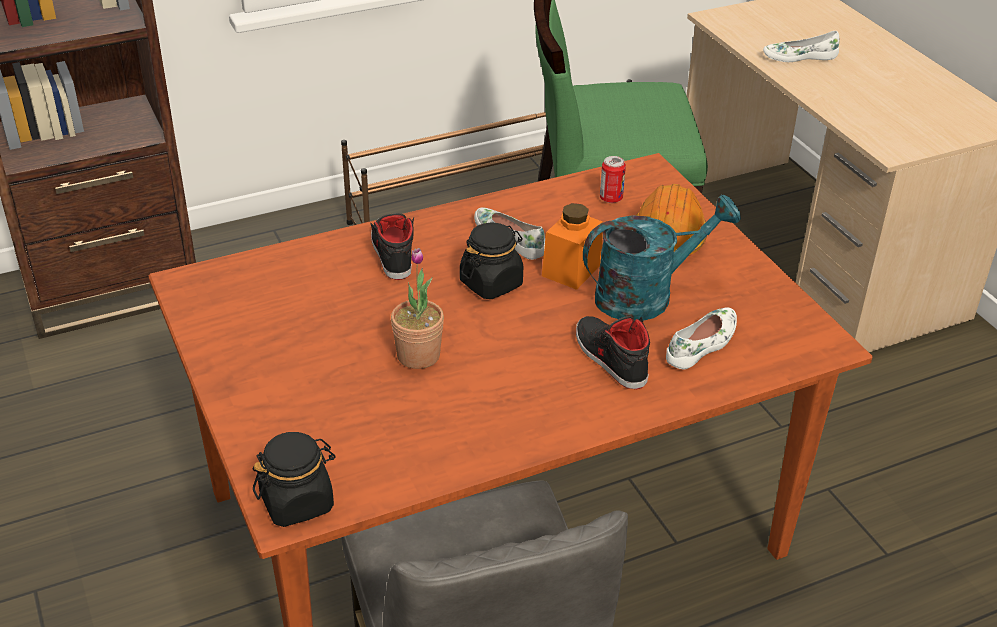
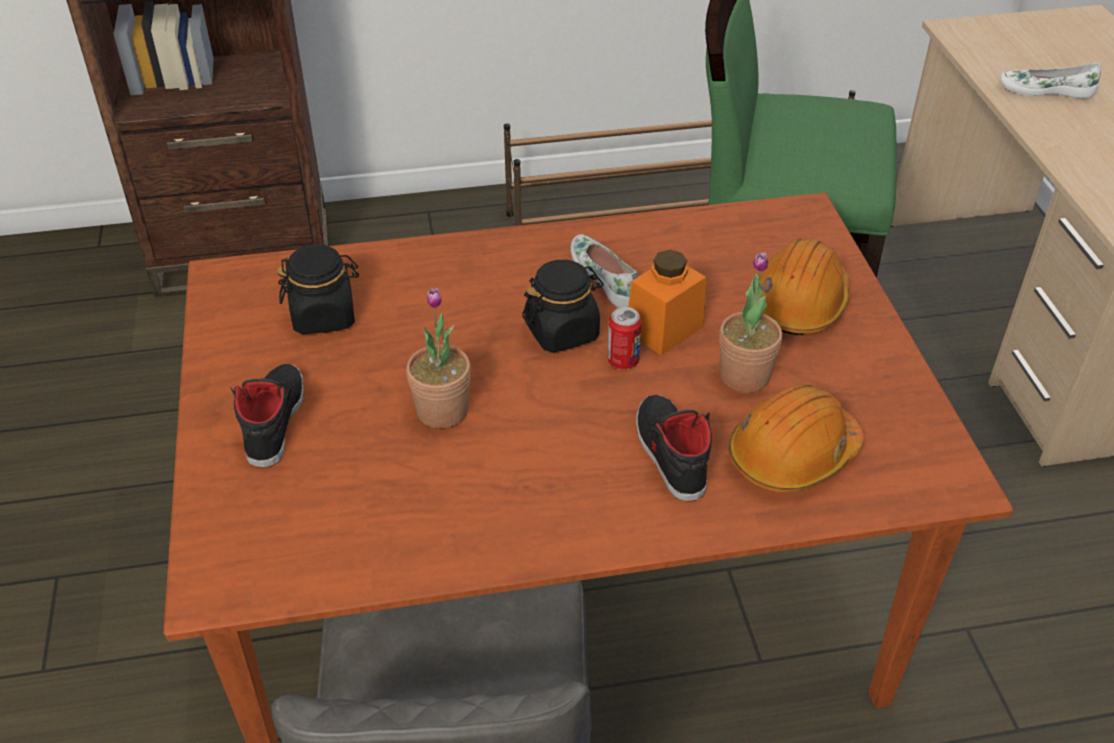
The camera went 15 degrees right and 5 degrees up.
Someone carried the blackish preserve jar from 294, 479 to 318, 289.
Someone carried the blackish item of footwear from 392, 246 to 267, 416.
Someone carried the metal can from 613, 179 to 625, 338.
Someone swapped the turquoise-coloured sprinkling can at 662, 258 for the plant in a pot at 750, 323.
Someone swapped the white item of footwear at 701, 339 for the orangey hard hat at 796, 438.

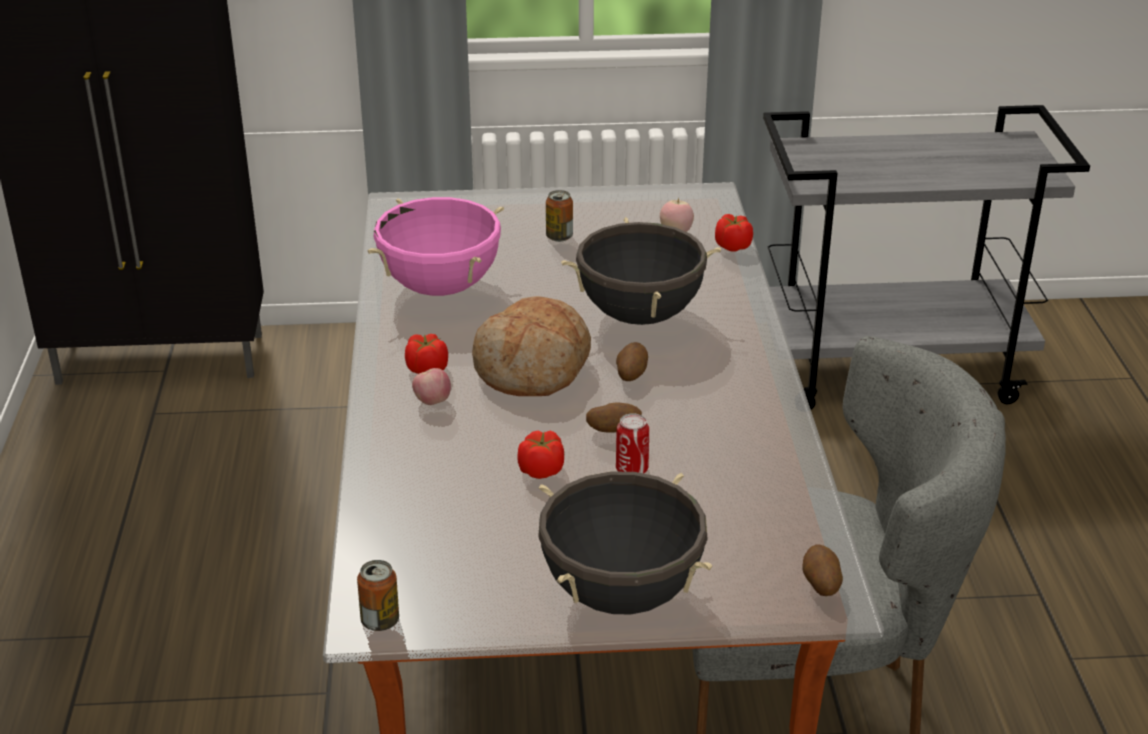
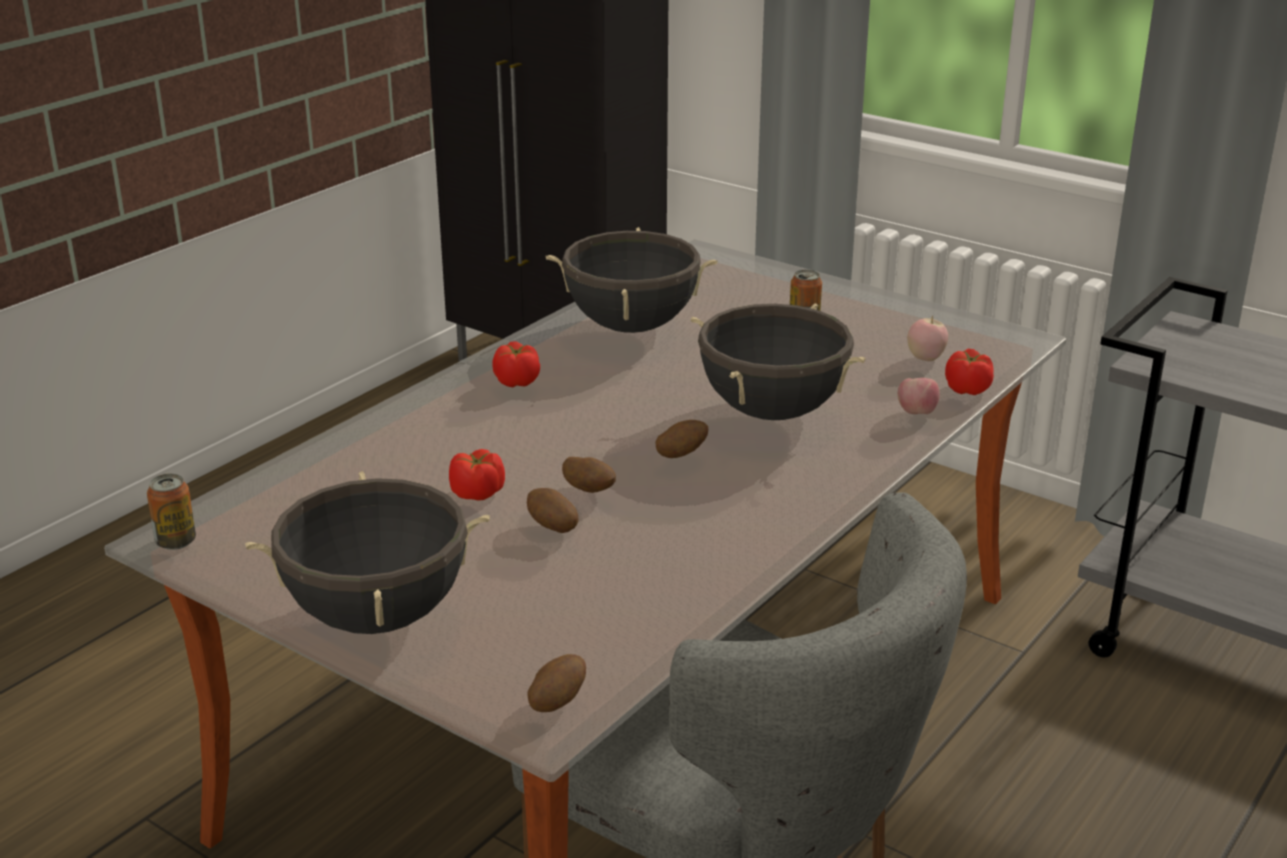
The camera went 40 degrees right and 5 degrees down.
Someone took away the bakery bread at 531, 346.
Someone carried the whole apple from 431, 386 to 919, 396.
Someone swapped the metal can at 632, 443 for the potato at 553, 510.
Someone repainted the pink-coloured saucepot at 436, 246, which became the blackish saucepot at 632, 280.

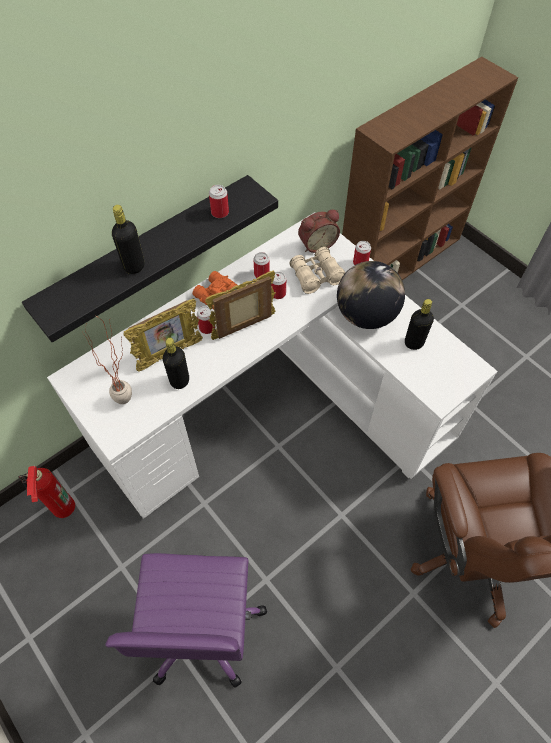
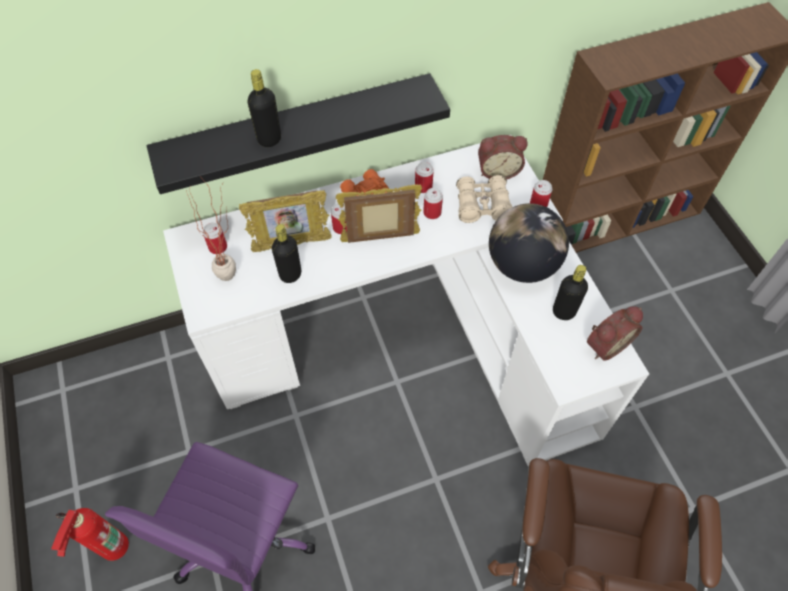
The camera went 20 degrees right and 0 degrees up.
Someone put down the table clock at 615, 333.
Someone carried the fire-fighting cylinder from 46, 492 to 90, 534.
Someone carried the metal can from 219, 201 to 215, 238.

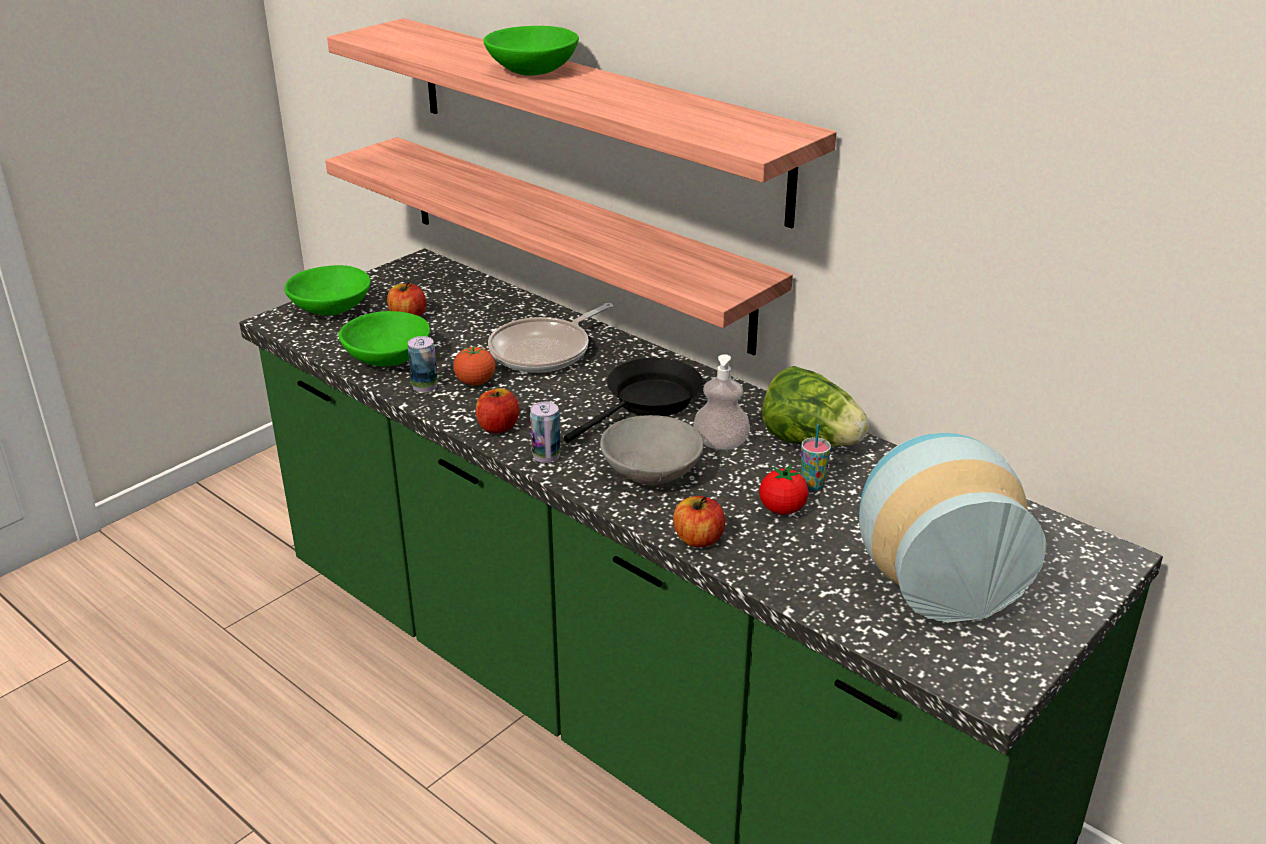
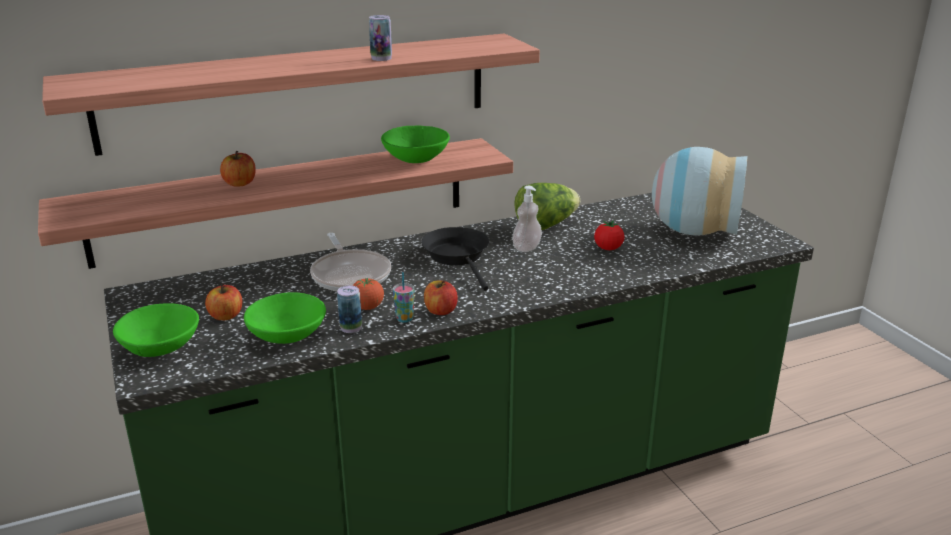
The camera went 65 degrees left and 5 degrees down.
Someone took away the gray deep dish at 651, 450.
Someone carried the greenish deep dish from 531, 51 to 415, 144.
Someone carried the metal can from 545, 432 to 380, 38.
Someone carried the whole apple from 699, 521 to 238, 169.
Someone carried the small cup from 816, 457 to 403, 297.

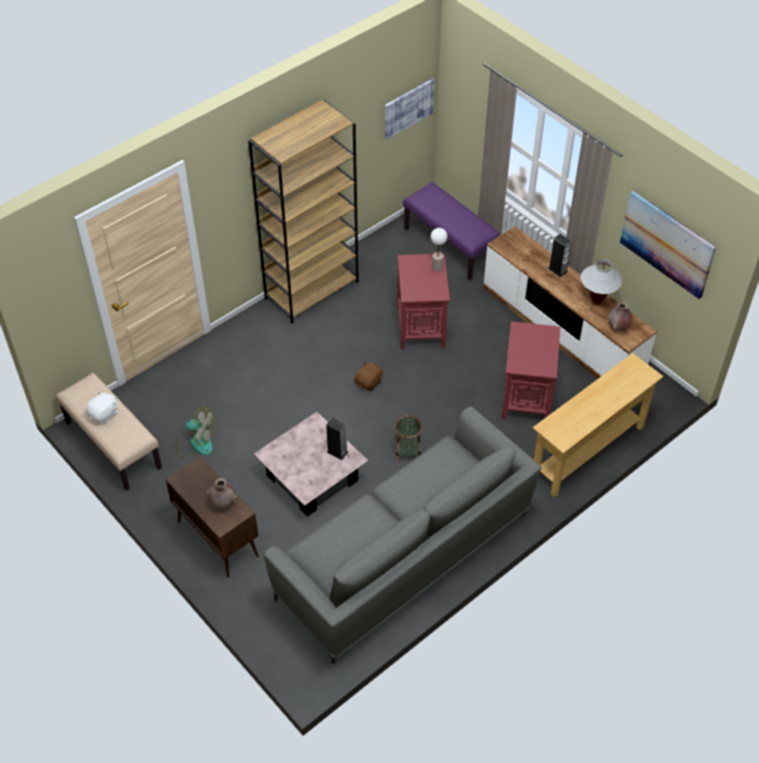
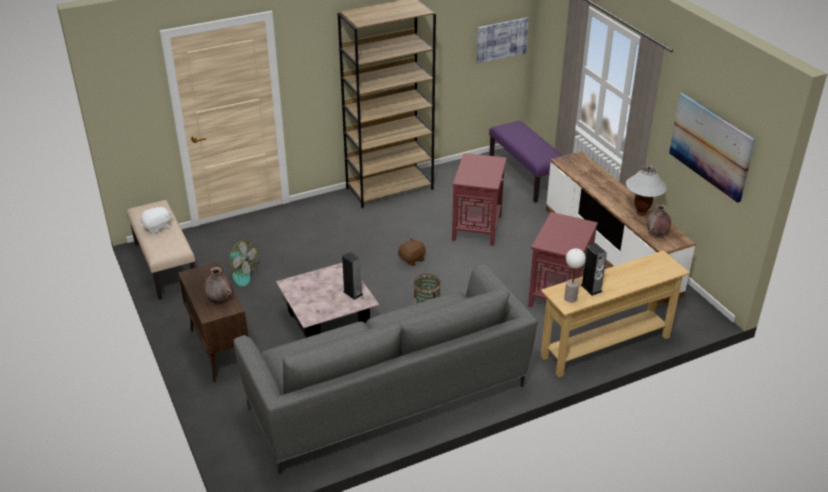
The camera went 15 degrees right and 15 degrees down.
Someone carried the lamp for a table from 439, 250 to 575, 275.
Someone carried the loudspeaker from 560, 255 to 594, 269.

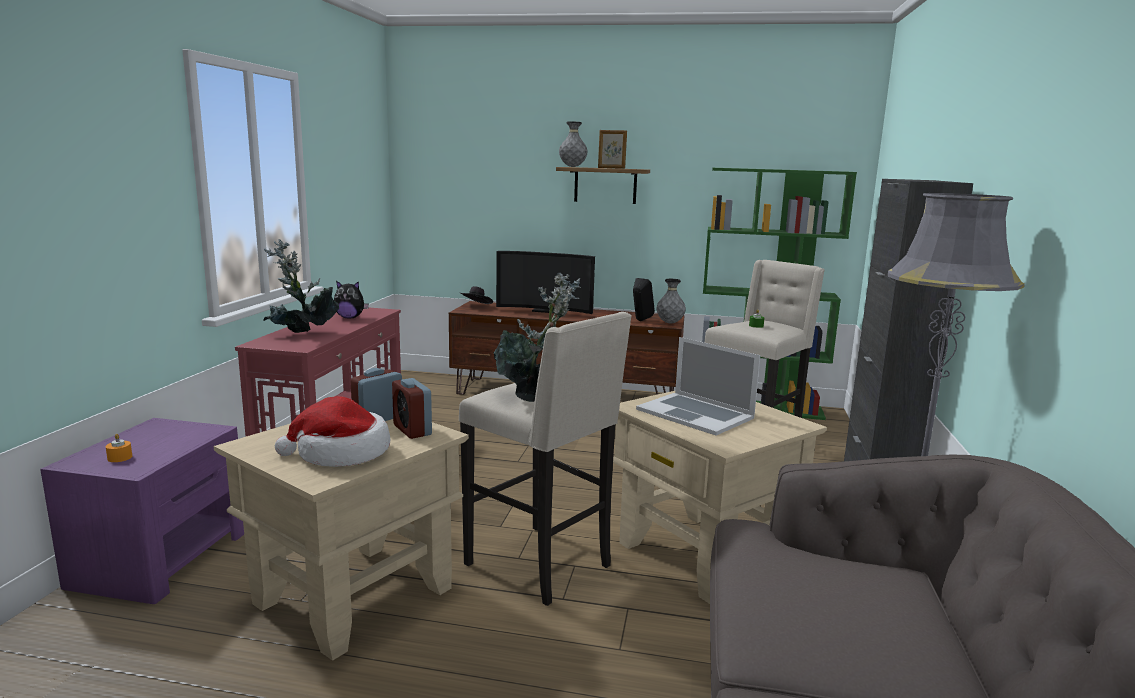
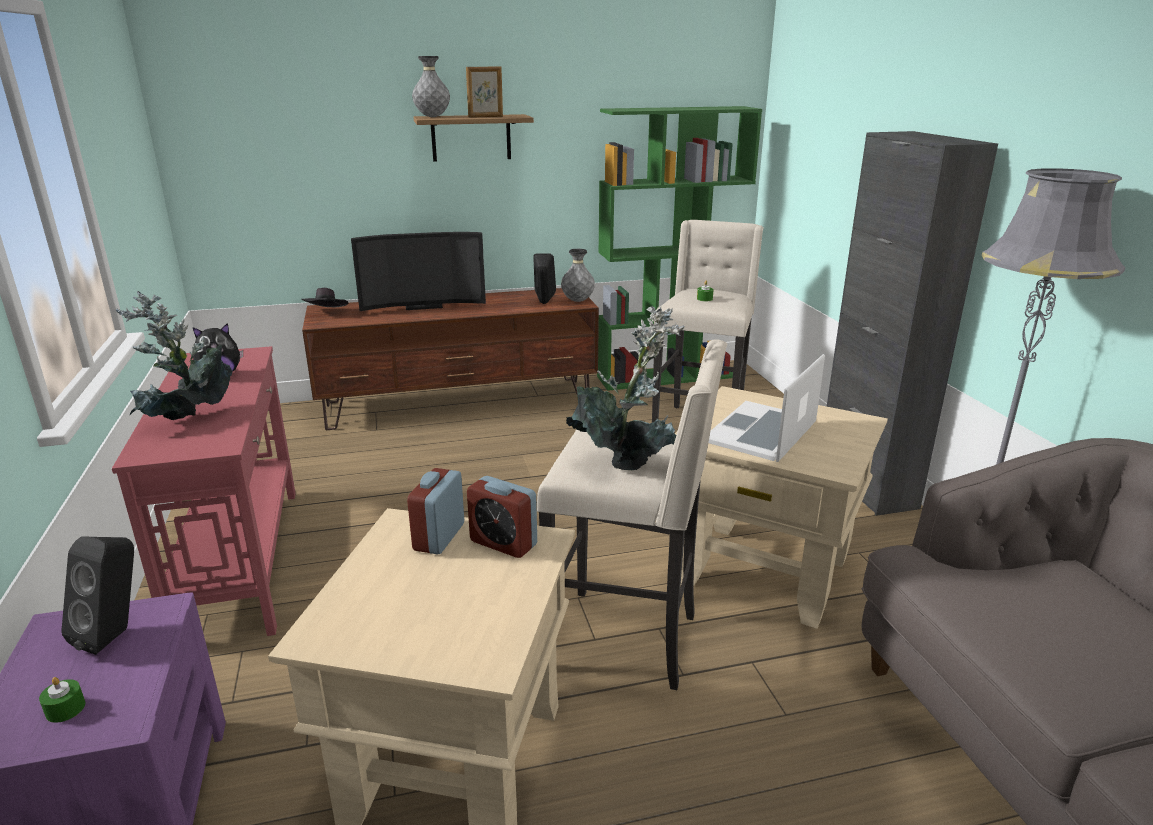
The camera went 25 degrees left and 10 degrees up.
Someone took away the hat at 332, 431.
Someone put down the blackish loudspeaker at 97, 595.
Someone repainted the orangey wax light at 119, 448, which became the greenish wax light at 62, 700.
Someone rotated the laptop at 698, 386 by 105 degrees clockwise.

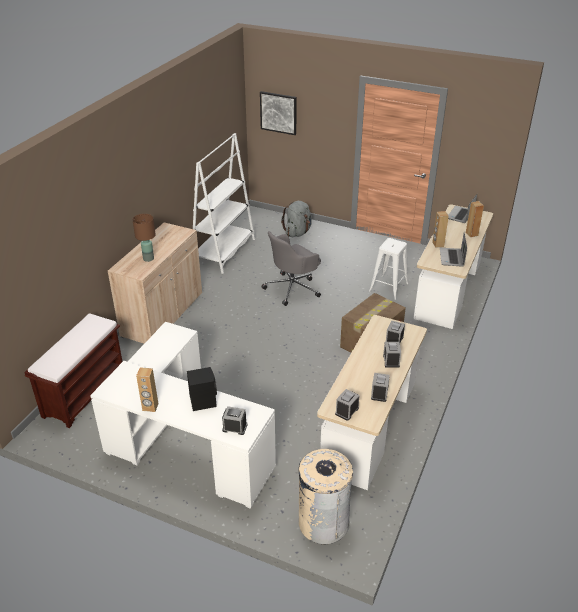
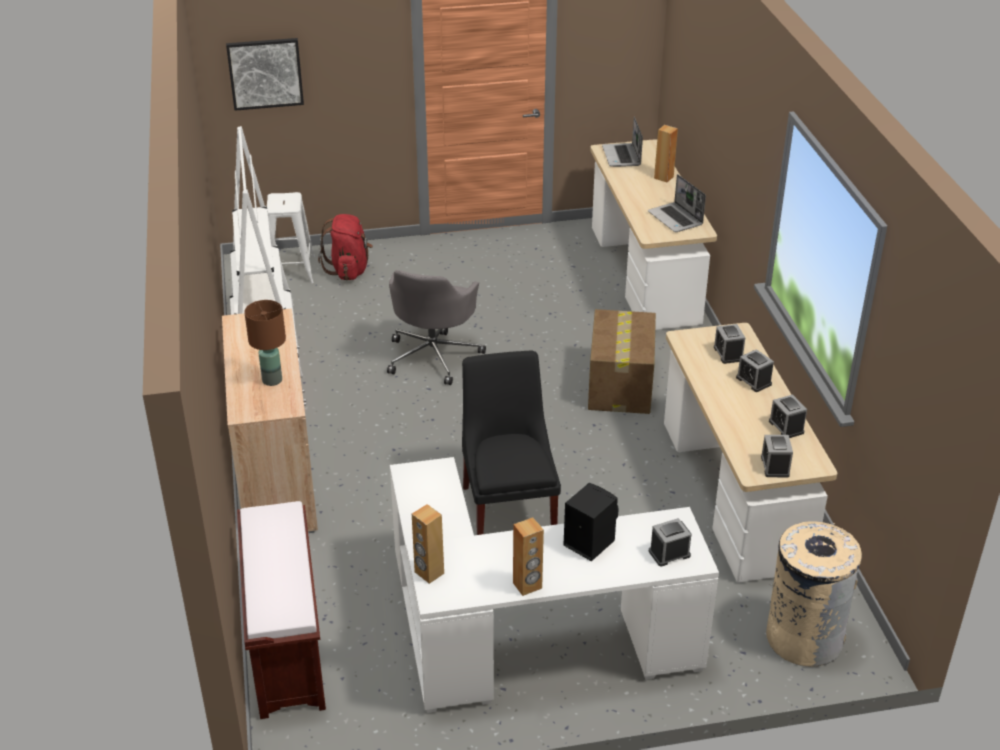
The camera went 35 degrees left and 0 degrees up.
Someone put down the blackish chair at 511, 442.
Someone carried the white stool from 388, 269 to 291, 237.
Someone carried the brown-coloured loudspeaker from 440, 229 to 428, 544.
Someone repainted the gray rucksack at 296, 219, which became the red-coloured rucksack at 345, 247.

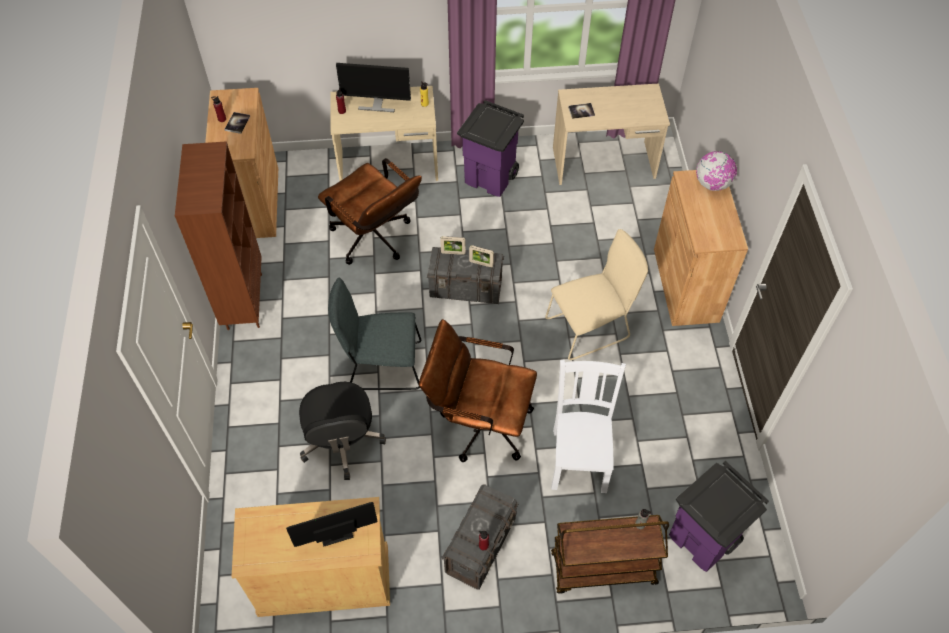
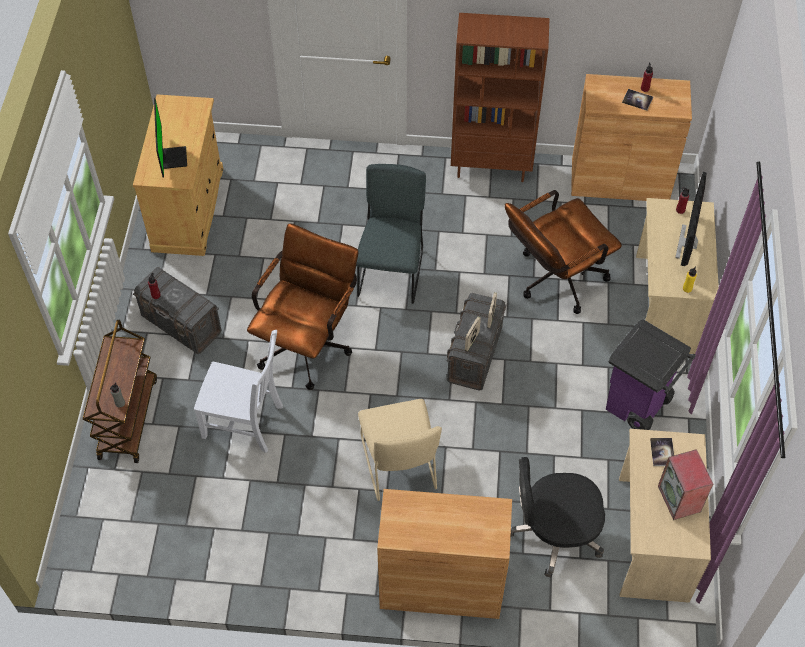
The camera went 100 degrees right and 0 degrees up.
Someone took away the purplish waste bin at 719, 516.
Someone took away the globe at 716, 171.
Someone put down the loudspeaker at 685, 484.
Someone carried the blackish desk chair from 342, 431 to 558, 517.

